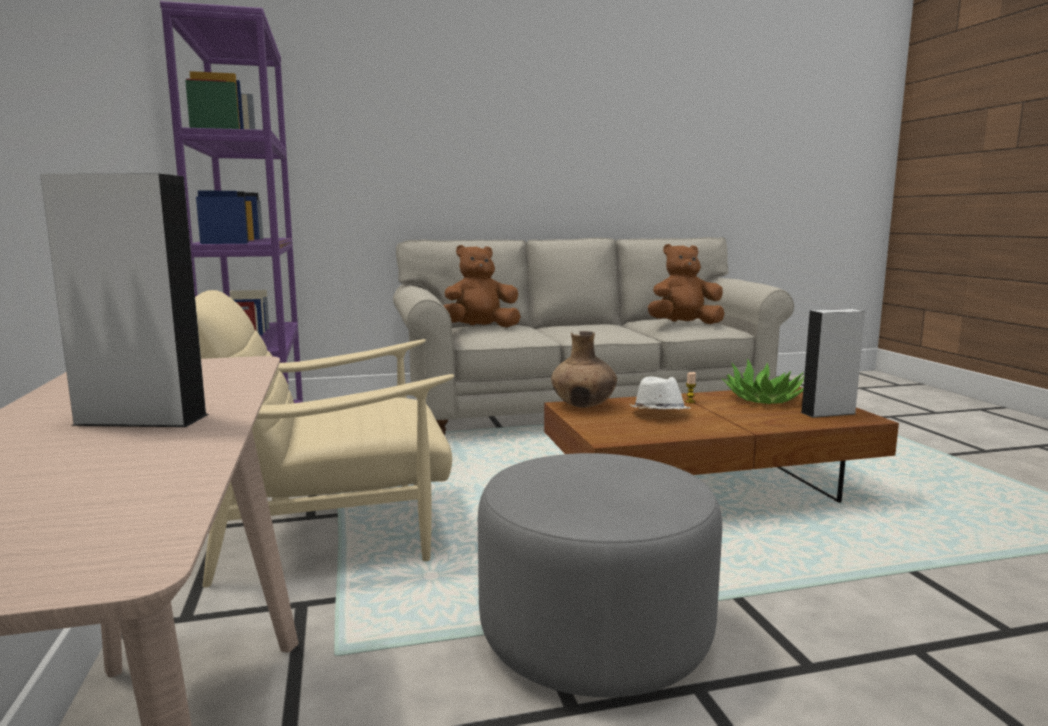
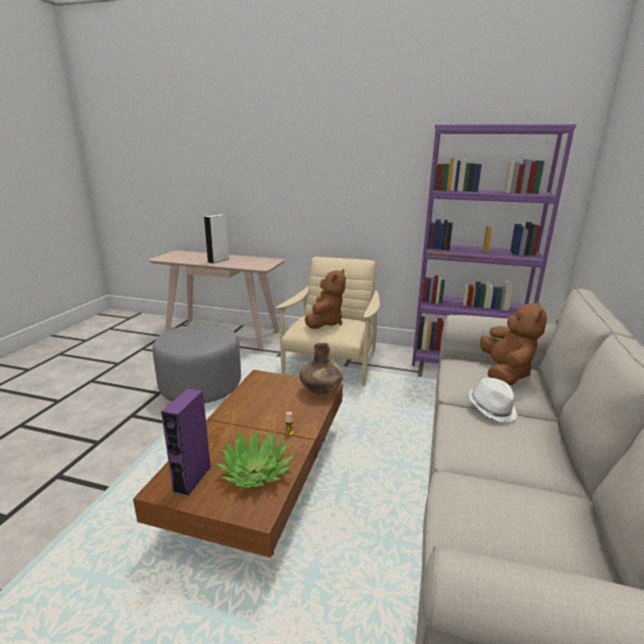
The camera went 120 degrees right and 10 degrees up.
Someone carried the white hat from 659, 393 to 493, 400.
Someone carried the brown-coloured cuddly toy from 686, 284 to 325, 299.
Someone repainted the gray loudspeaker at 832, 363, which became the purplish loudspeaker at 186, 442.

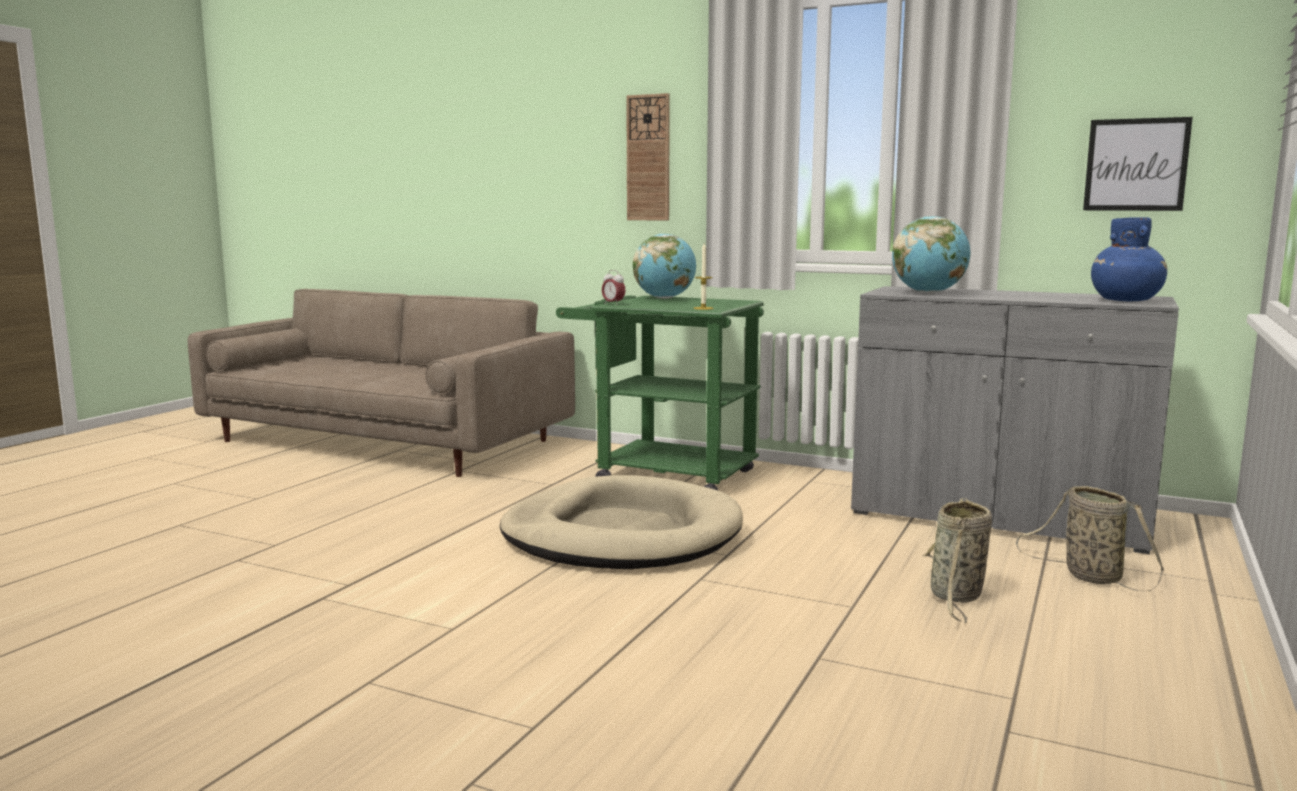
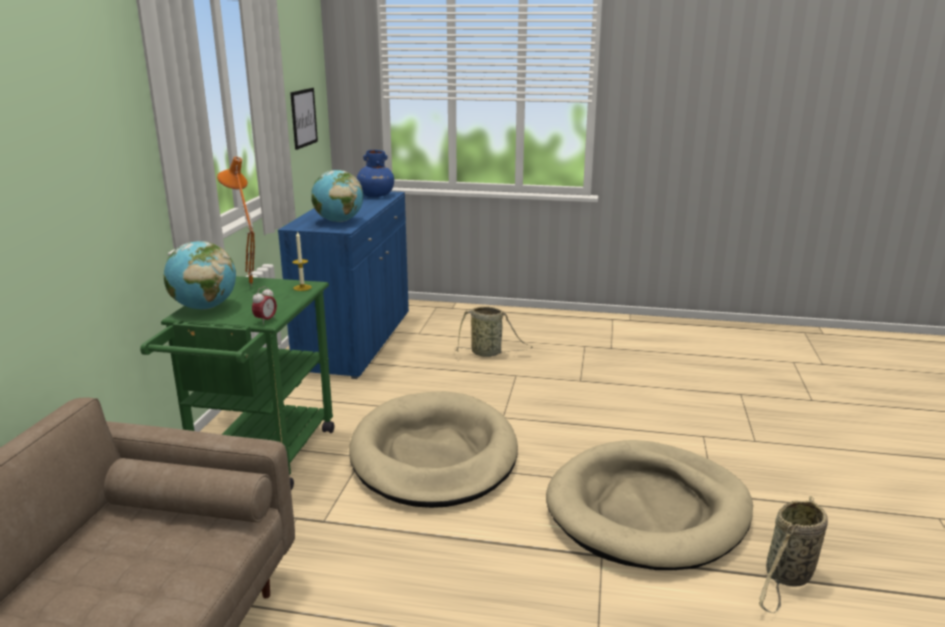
The camera went 105 degrees left and 10 degrees up.
Someone took away the clock on the wall at 648, 157.
Someone put down the orangey lamp for a table at 236, 221.
Someone put down the beige-coloured pet bed at 649, 505.
Someone carried the household basket from 1090, 538 to 793, 554.
Someone repainted the gray cabinet at 1015, 420, which became the bluish cabinet at 343, 285.

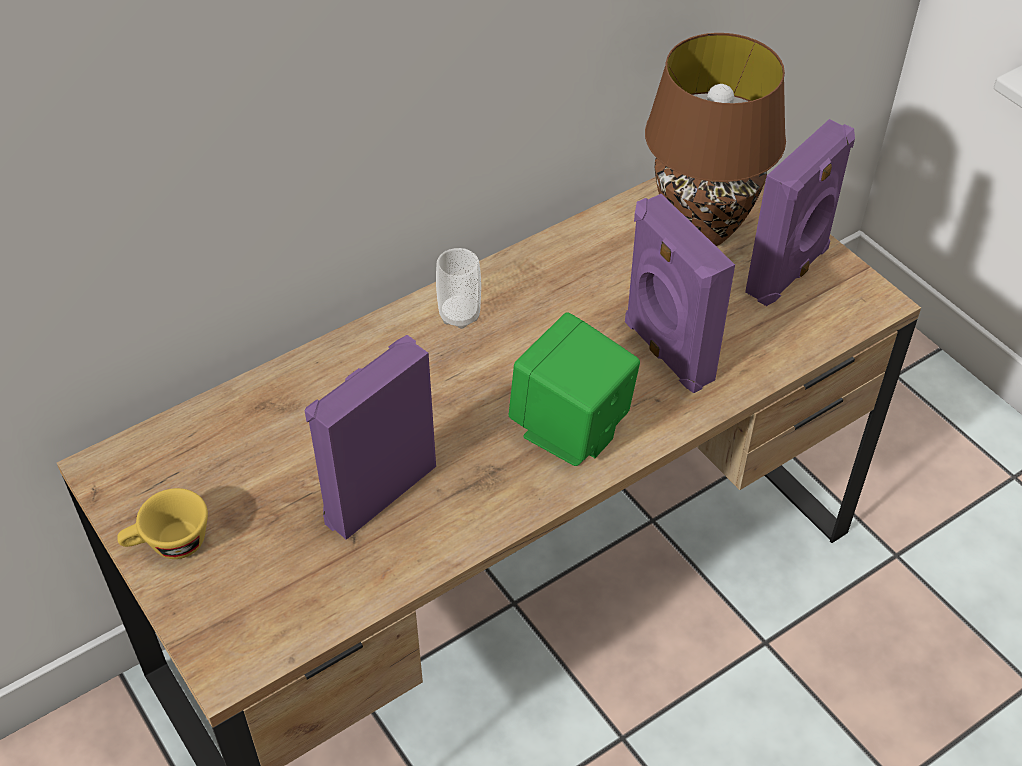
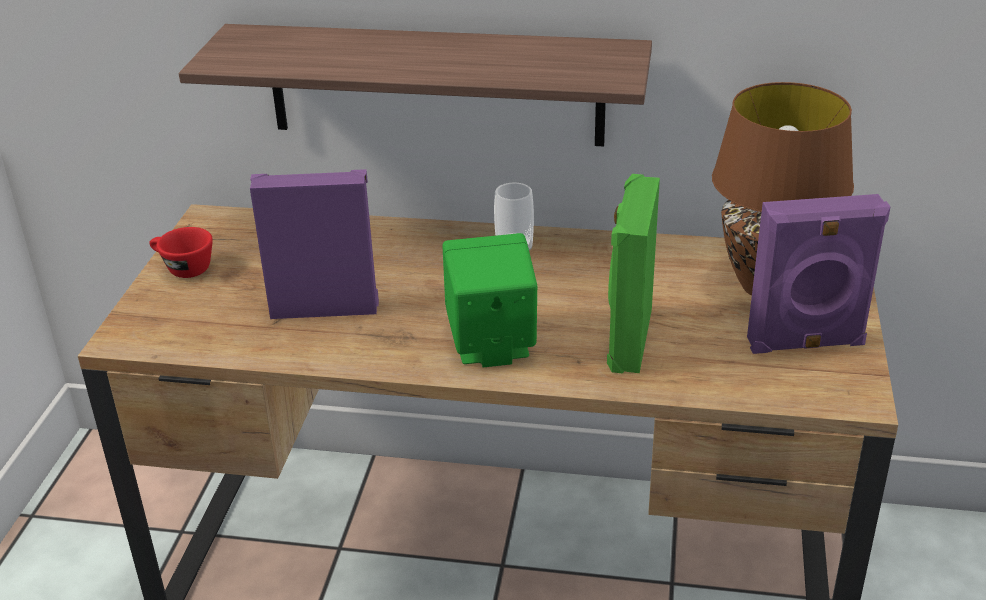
The camera went 45 degrees right and 15 degrees down.
Someone put up the shelf at 415, 85.
Someone repainted the yellow small cup at 162, 523, which became the red-coloured small cup at 181, 252.
Someone repainted the purplish loudspeaker at 680, 293, which became the greenish loudspeaker at 633, 273.

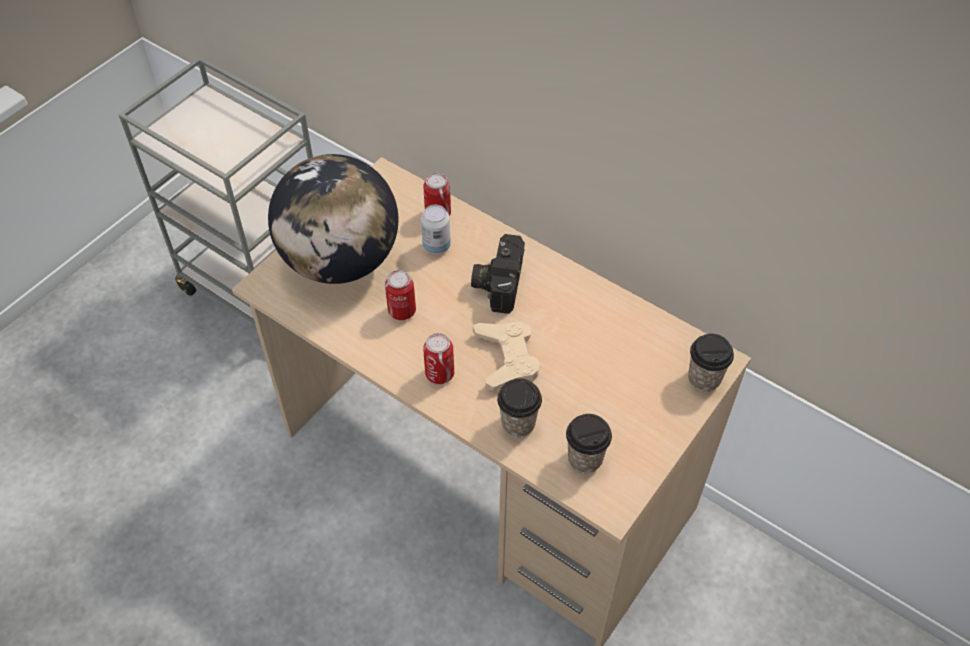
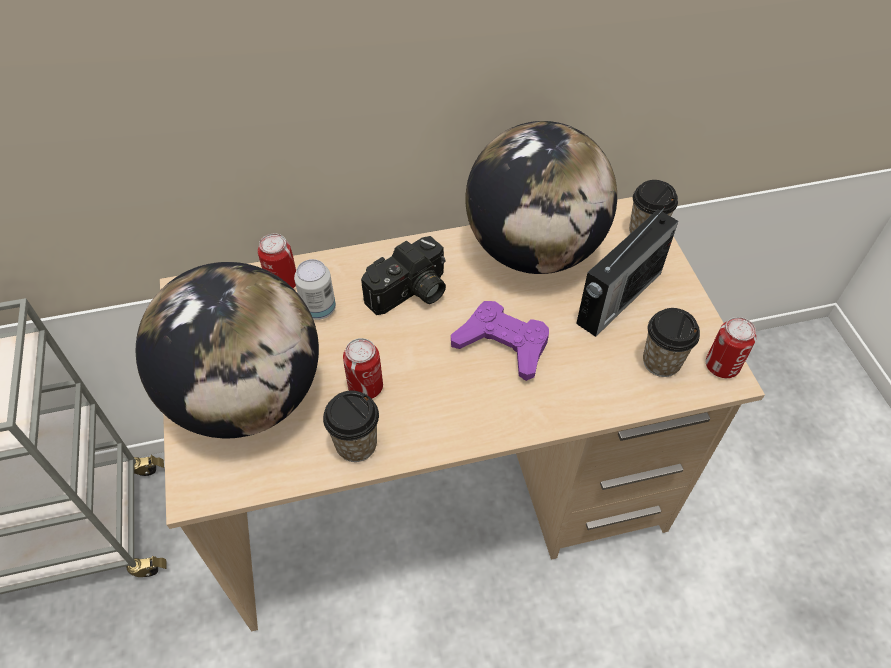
The camera went 50 degrees left and 0 degrees up.
Someone put down the globe at 541, 197.
Someone put down the radio at 627, 272.
Someone carried the metal can from 438, 358 to 731, 347.
Someone carried the small cup from 519, 407 to 351, 426.
Someone repainted the beige-coloured gamepad at 506, 356, which became the purplish gamepad at 500, 341.
Someone rotated the photo camera at 498, 274 by 90 degrees counterclockwise.

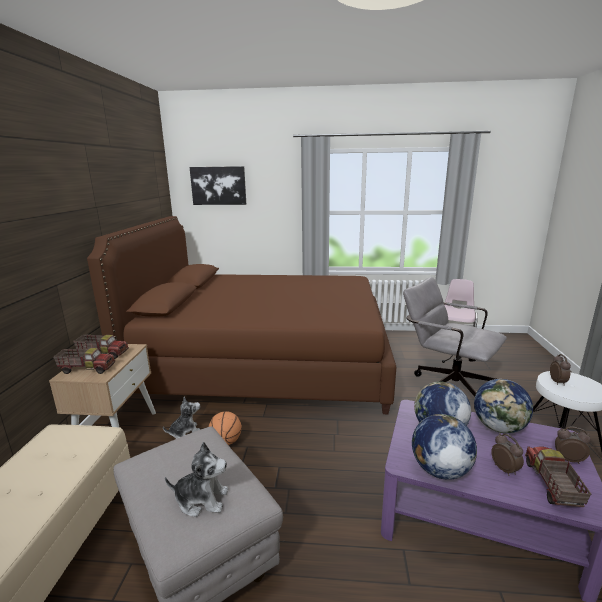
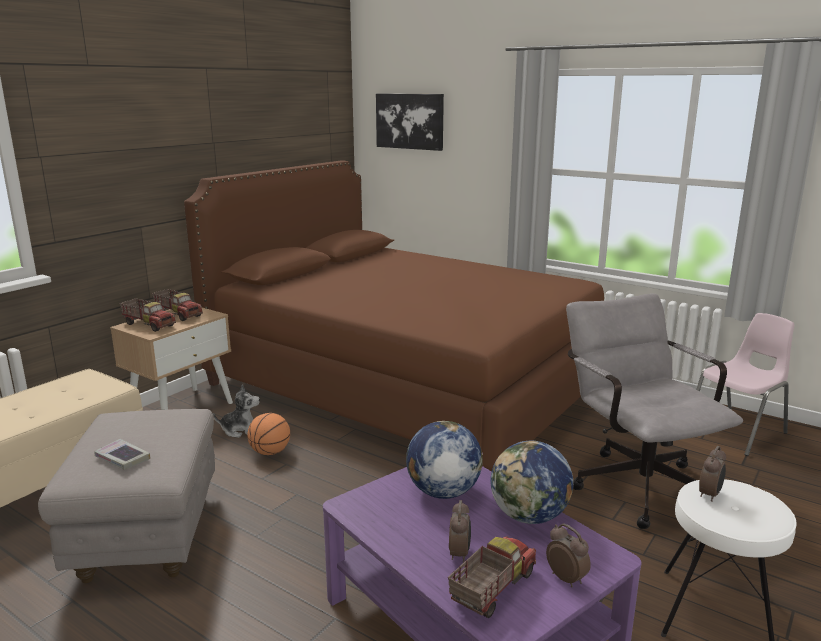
The camera went 30 degrees right and 0 degrees up.
Someone took away the globe at 444, 447.
Someone swapped the cuddly toy at 196, 479 for the volume at 122, 454.

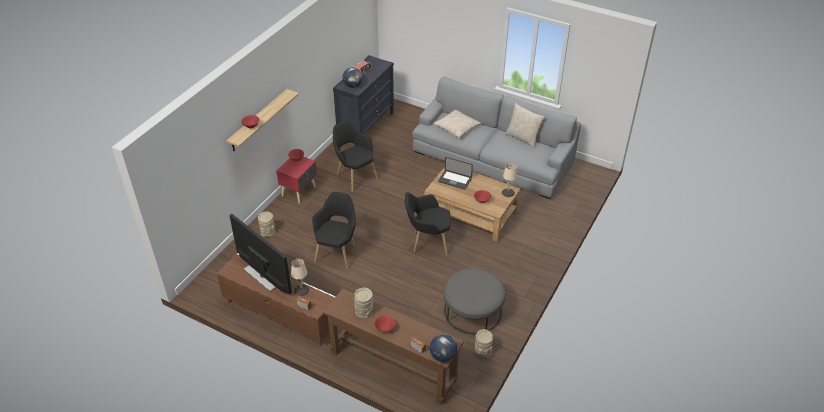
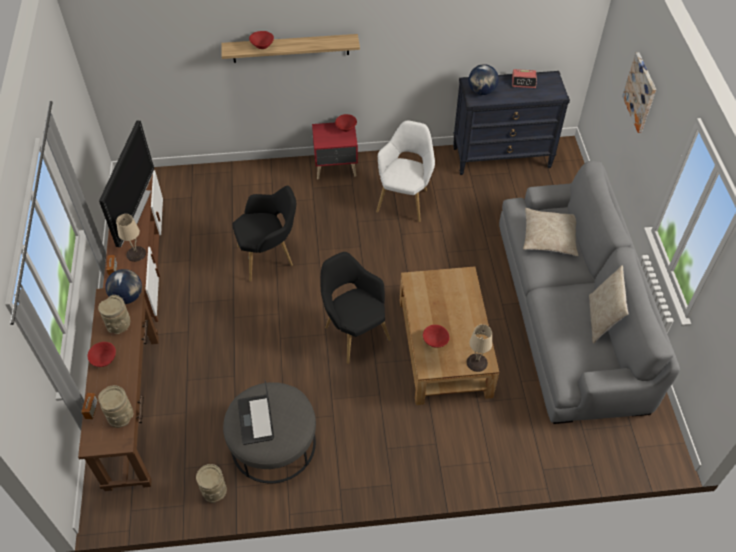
The camera went 55 degrees right and 10 degrees up.
Someone put up the wall picture at 639, 92.
Someone carried the beige-coloured flower vase from 266, 224 to 116, 406.
Someone carried the globe from 443, 348 to 123, 286.
Someone carried the laptop from 455, 173 to 256, 412.
Someone repainted the blackish lounge chair at 355, 156, which became the white lounge chair at 405, 171.

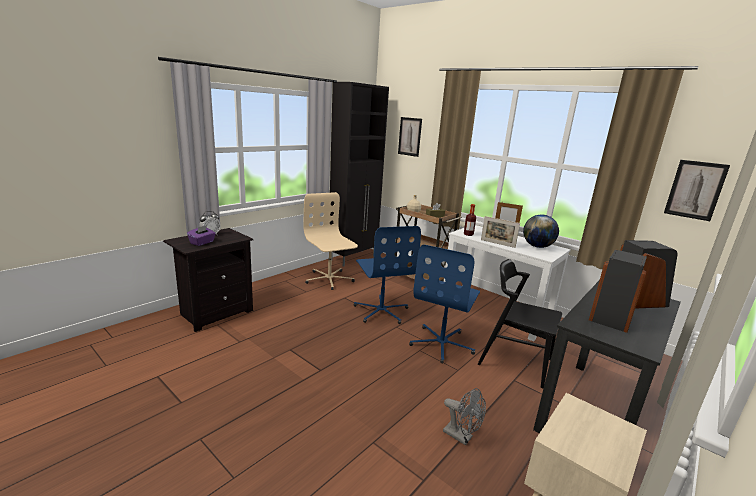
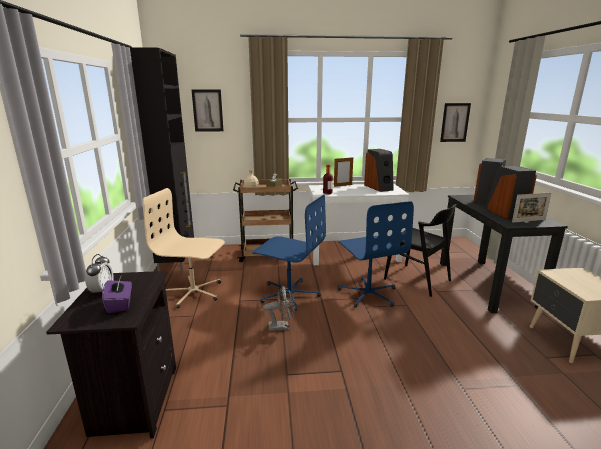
The camera went 45 degrees left and 0 degrees up.
Someone carried the gray fan from 464, 416 to 279, 308.
Someone carried the picture frame from 500, 232 to 532, 207.
Someone swapped the globe at 541, 231 for the loudspeaker at 379, 170.
Someone rotated the blackish chair at 520, 323 by 120 degrees counterclockwise.

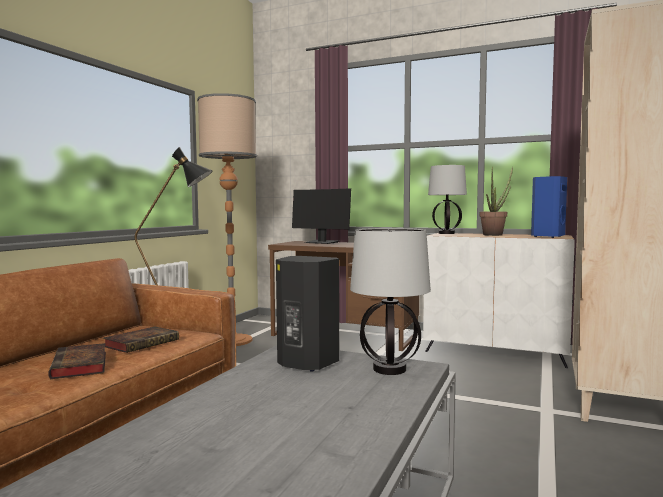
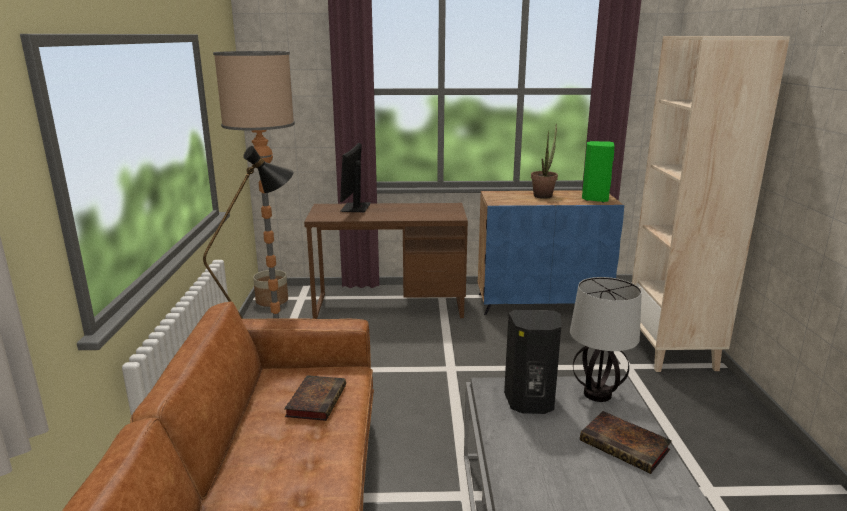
The camera went 25 degrees left and 15 degrees up.
Someone took away the lamp for a table at 447, 199.
Someone put down the flower pot at 270, 288.
Someone carried the volume from 77, 361 to 626, 442.
Someone repainted the white cabinet at 499, 300, which became the bluish cabinet at 551, 252.
Someone repainted the bluish loudspeaker at 549, 207, which became the greenish loudspeaker at 598, 171.
Someone rotated the computer display at 321, 216 by 90 degrees clockwise.

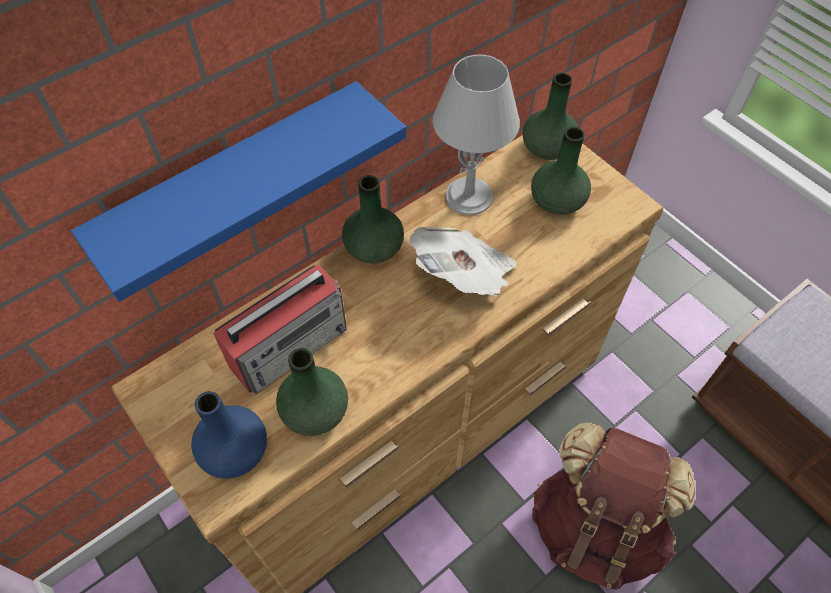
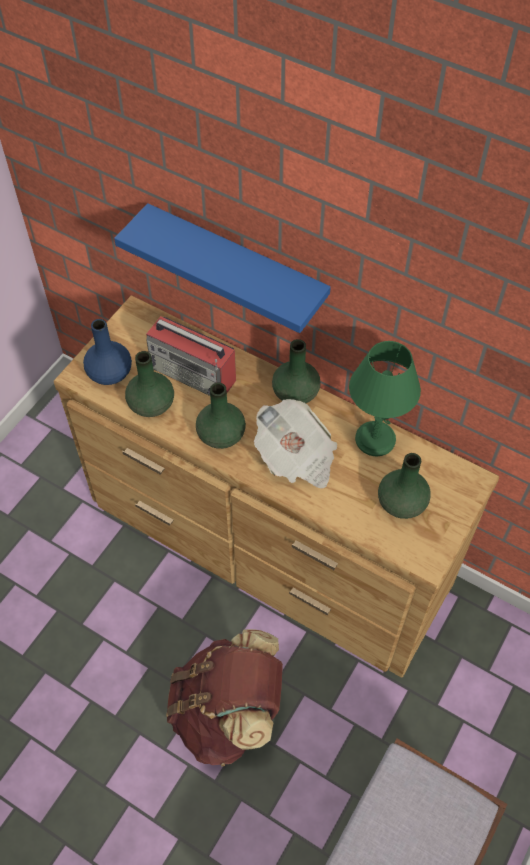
The camera went 70 degrees right and 0 degrees up.
Someone carried the greenish flower vase from 550, 116 to 221, 416.
Someone repainted the gray lamp for a table at 476, 135, which became the greenish lamp for a table at 385, 398.

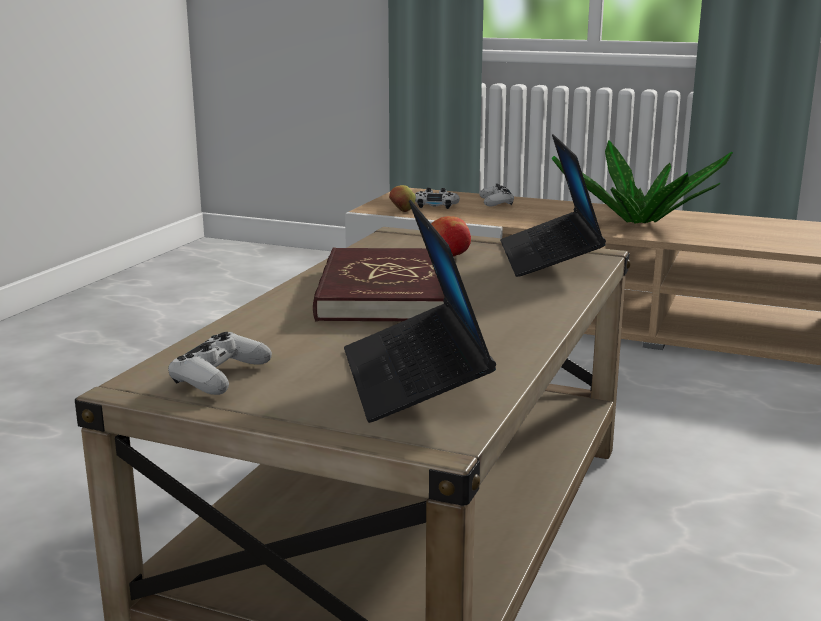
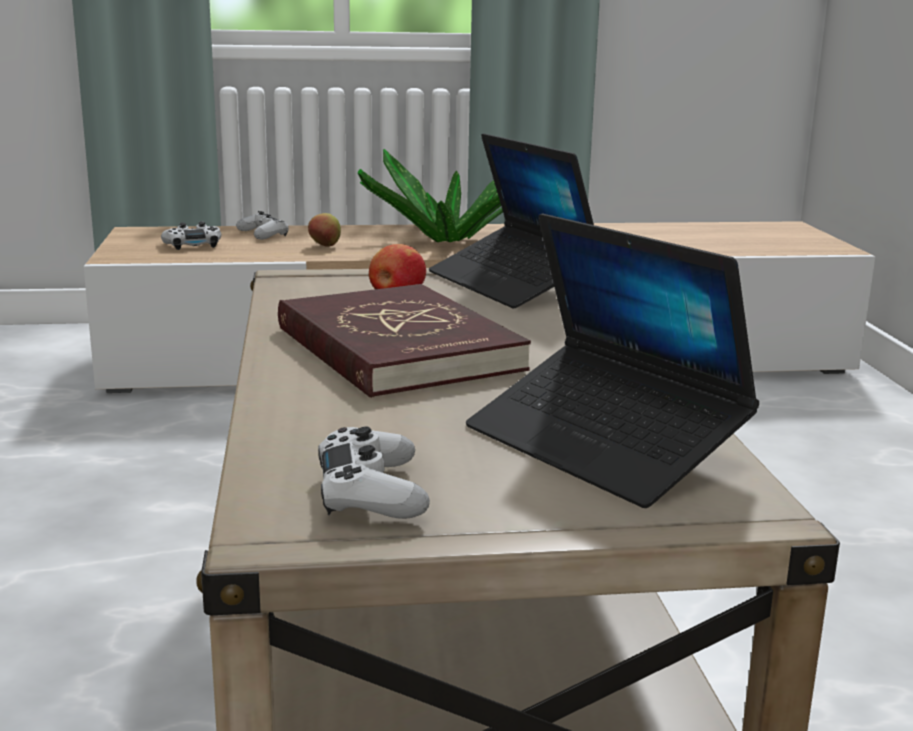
The camera went 30 degrees left and 0 degrees up.
Someone carried the whole apple from 402, 198 to 324, 230.

